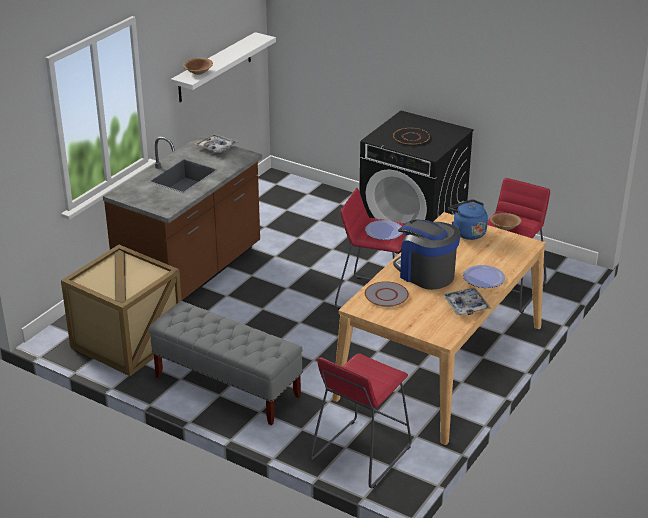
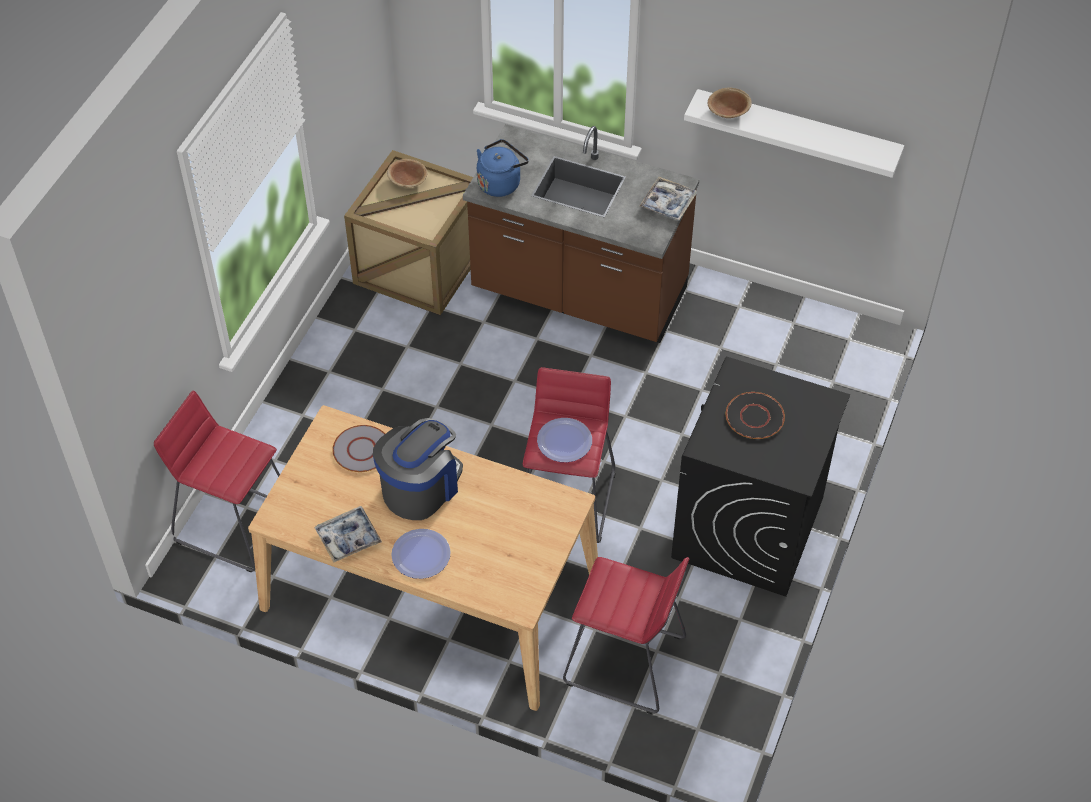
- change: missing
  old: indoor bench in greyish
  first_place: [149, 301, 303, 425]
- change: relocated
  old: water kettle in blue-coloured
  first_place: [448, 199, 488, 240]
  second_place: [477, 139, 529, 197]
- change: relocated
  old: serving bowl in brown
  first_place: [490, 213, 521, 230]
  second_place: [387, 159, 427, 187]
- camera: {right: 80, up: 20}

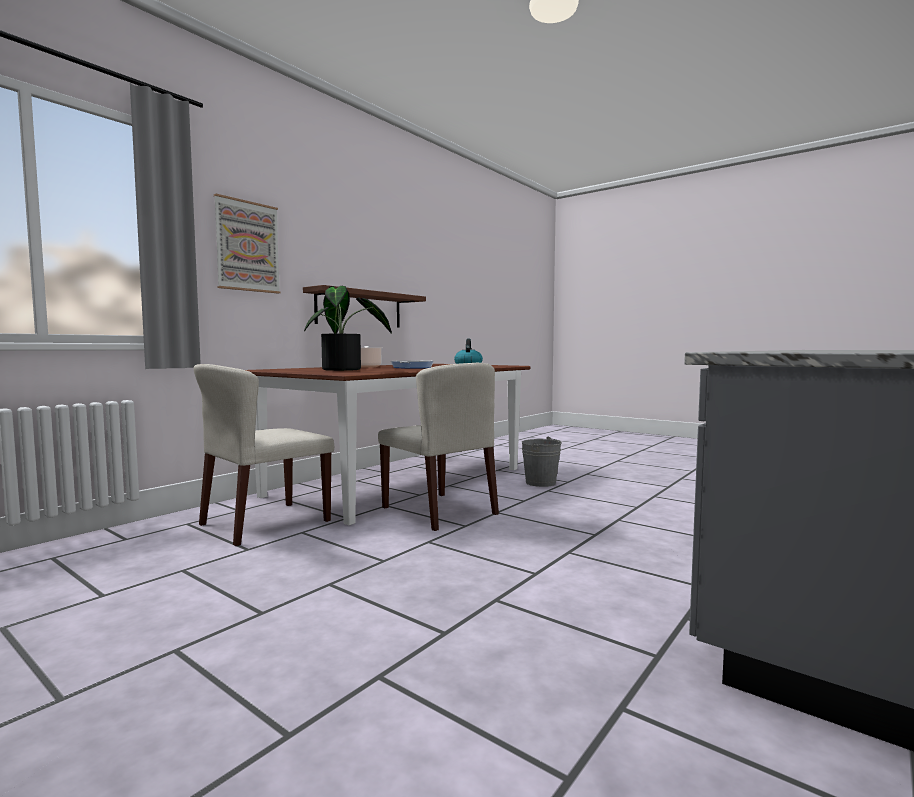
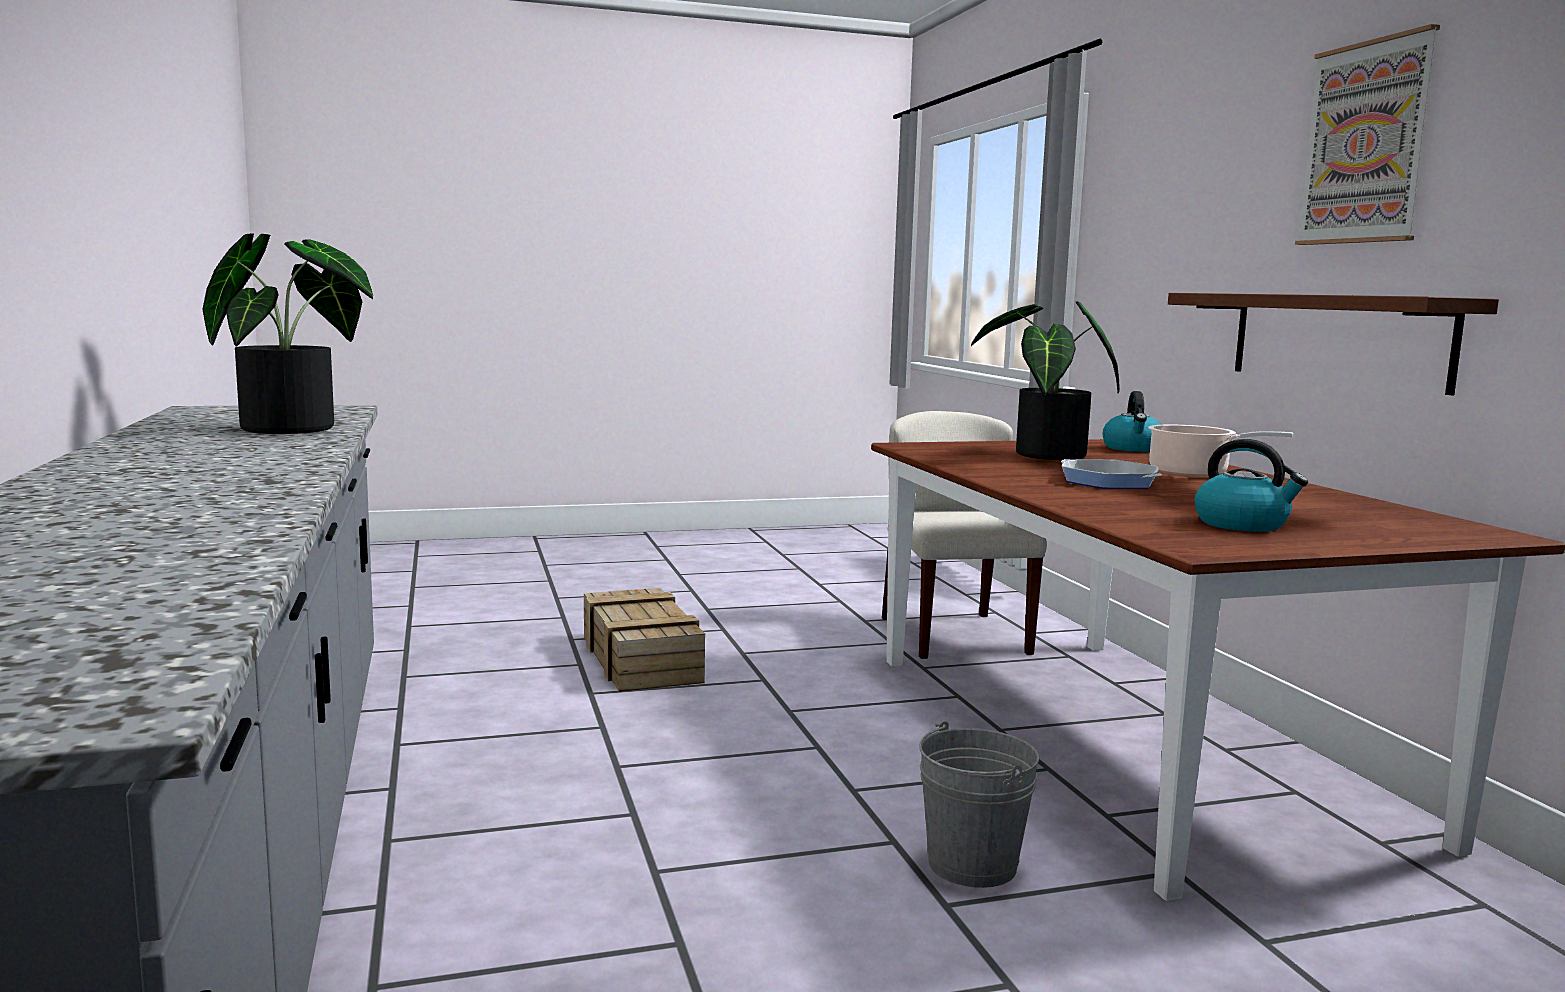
- change: relocated
  old: wall art
  first_place: [214, 194, 281, 293]
  second_place: [1295, 24, 1440, 245]
- change: missing
  old: chair in beige
  first_place: [378, 363, 499, 531]
- change: appeared
  new: houseplant
  second_place: [202, 233, 373, 434]
- change: appeared
  new: packing crate
  second_place: [584, 588, 705, 692]
- change: appeared
  new: water kettle
  second_place: [1103, 391, 1161, 452]
- camera: {right: 125, up: 5}

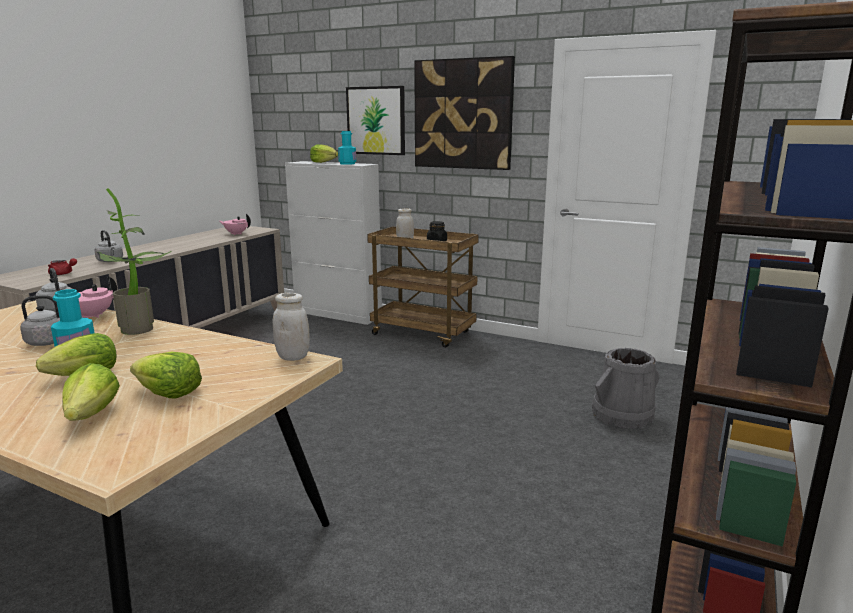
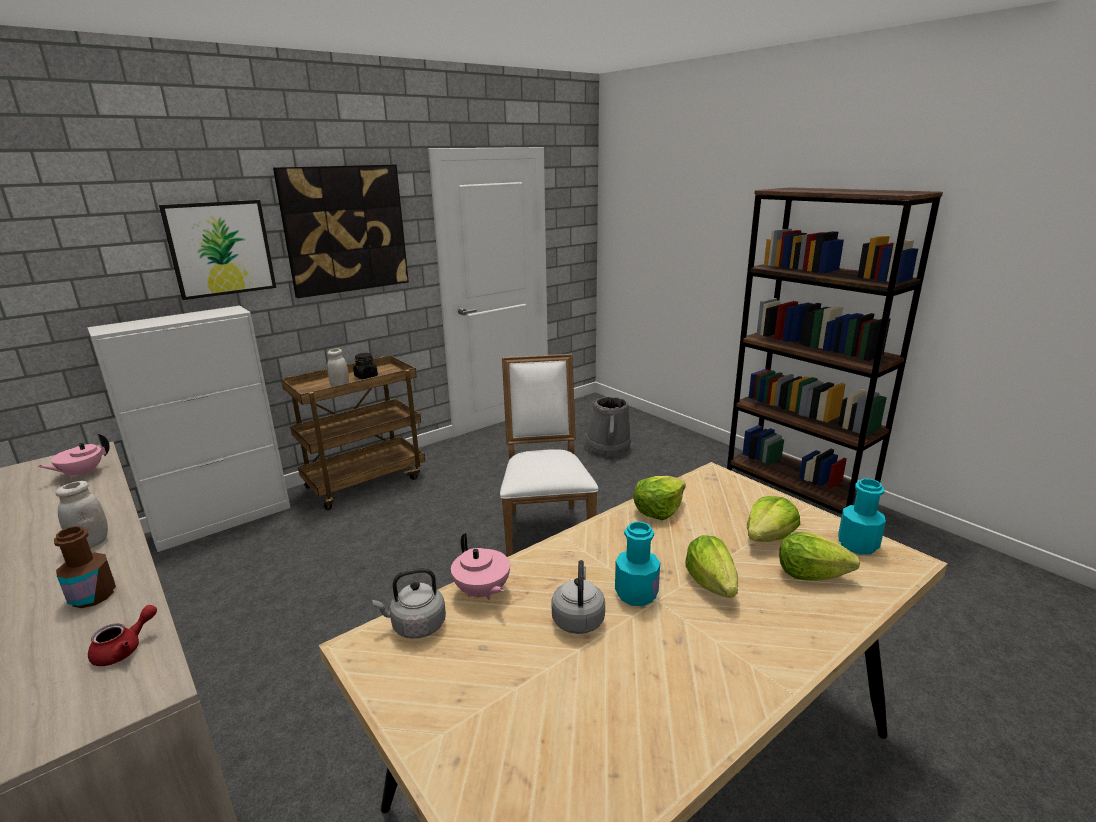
- change: exchanged
  old: water kettle in greyish
  new: beverage bottle in brown
  first_place: [94, 230, 123, 262]
  second_place: [54, 526, 116, 608]
- change: missing
  old: houseplant
  first_place: [97, 188, 172, 335]
- change: relocated
  old: jar in white
  first_place: [273, 293, 310, 361]
  second_place: [56, 481, 108, 548]
- change: relocated
  old: head of lettuce
  first_place: [310, 144, 338, 163]
  second_place: [633, 476, 686, 520]
- change: relocated
  old: beverage bottle in turquoise-coloured
  first_place: [338, 131, 356, 165]
  second_place: [838, 479, 886, 555]
- change: appeared
  new: chair in white
  second_place: [500, 354, 599, 557]
- camera: {right: -65, up: 5}

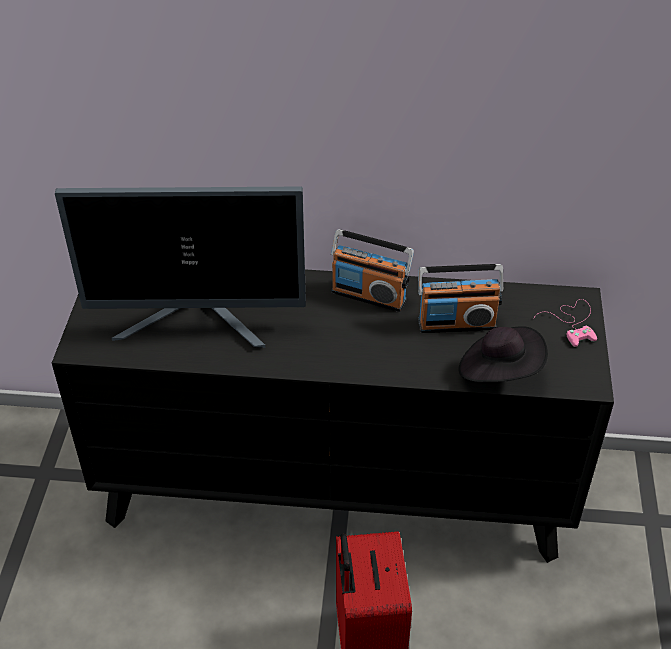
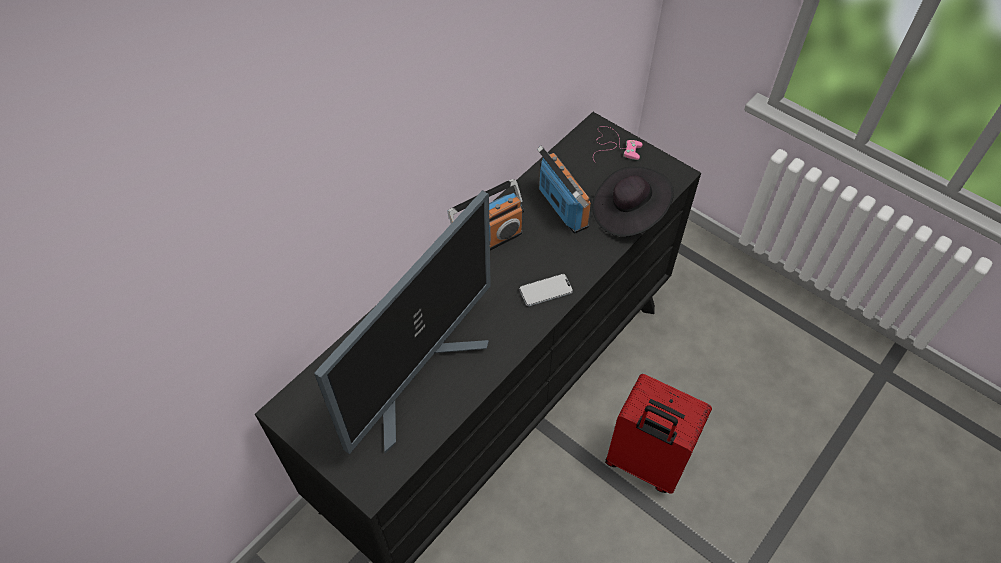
- change: spun
  old: radio receiver
  first_place: [418, 264, 504, 333]
  second_place: [537, 146, 591, 234]
  degrees: -60
- change: appeared
  new: telephone
  second_place: [519, 274, 573, 306]
- camera: {right: -55, up: 10}

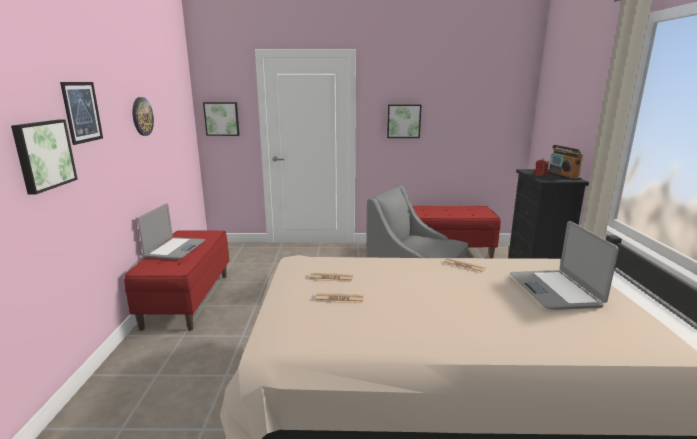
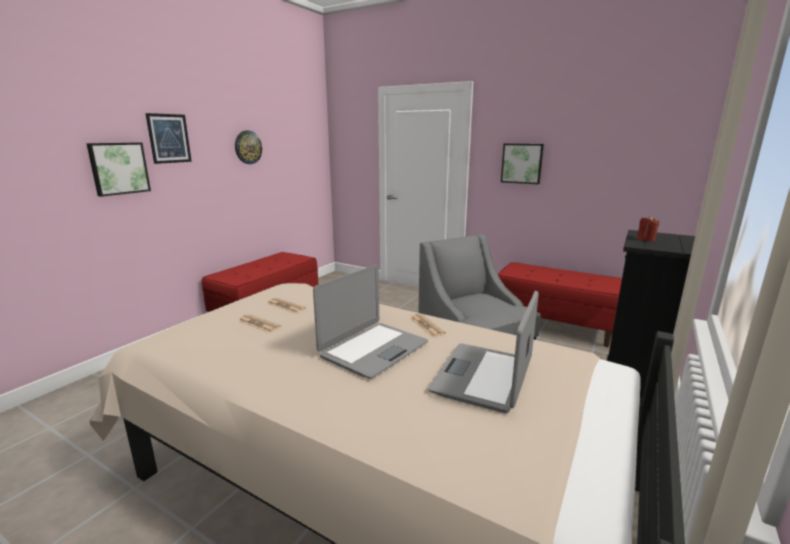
- change: relocated
  old: portable computer
  first_place: [138, 203, 205, 259]
  second_place: [313, 265, 428, 378]
- change: missing
  old: wall art
  first_place: [203, 102, 240, 136]
- change: missing
  old: radio receiver
  first_place: [547, 145, 583, 180]
- camera: {right: 30, up: 0}

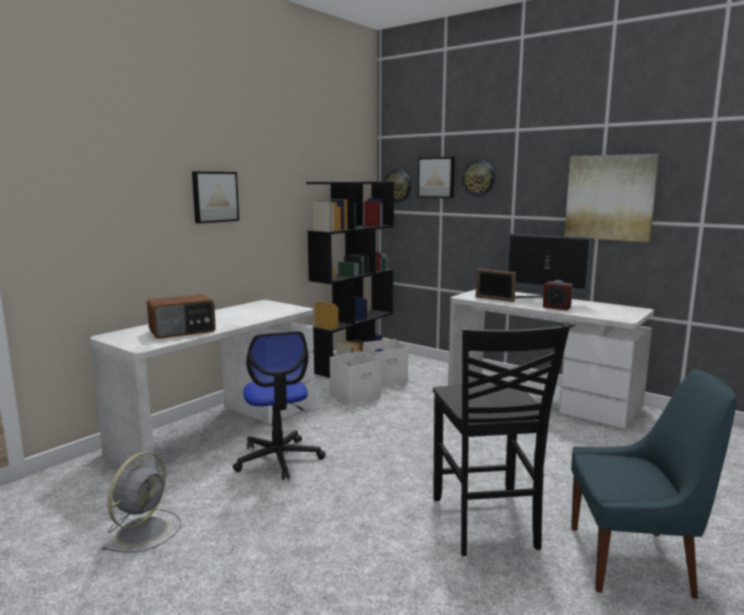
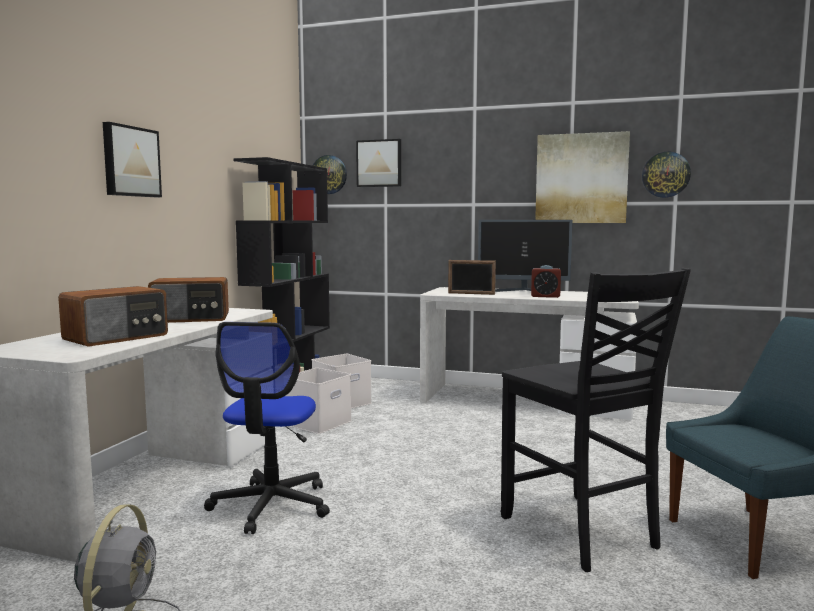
- change: spun
  old: desk chair
  first_place: [233, 331, 325, 480]
  second_place: [204, 322, 330, 534]
  degrees: 45
- change: relocated
  old: hanging clock
  first_place: [462, 160, 495, 196]
  second_place: [642, 152, 691, 198]
- change: appeared
  new: radio receiver
  second_place: [148, 277, 229, 323]
- camera: {right: -20, up: -5}

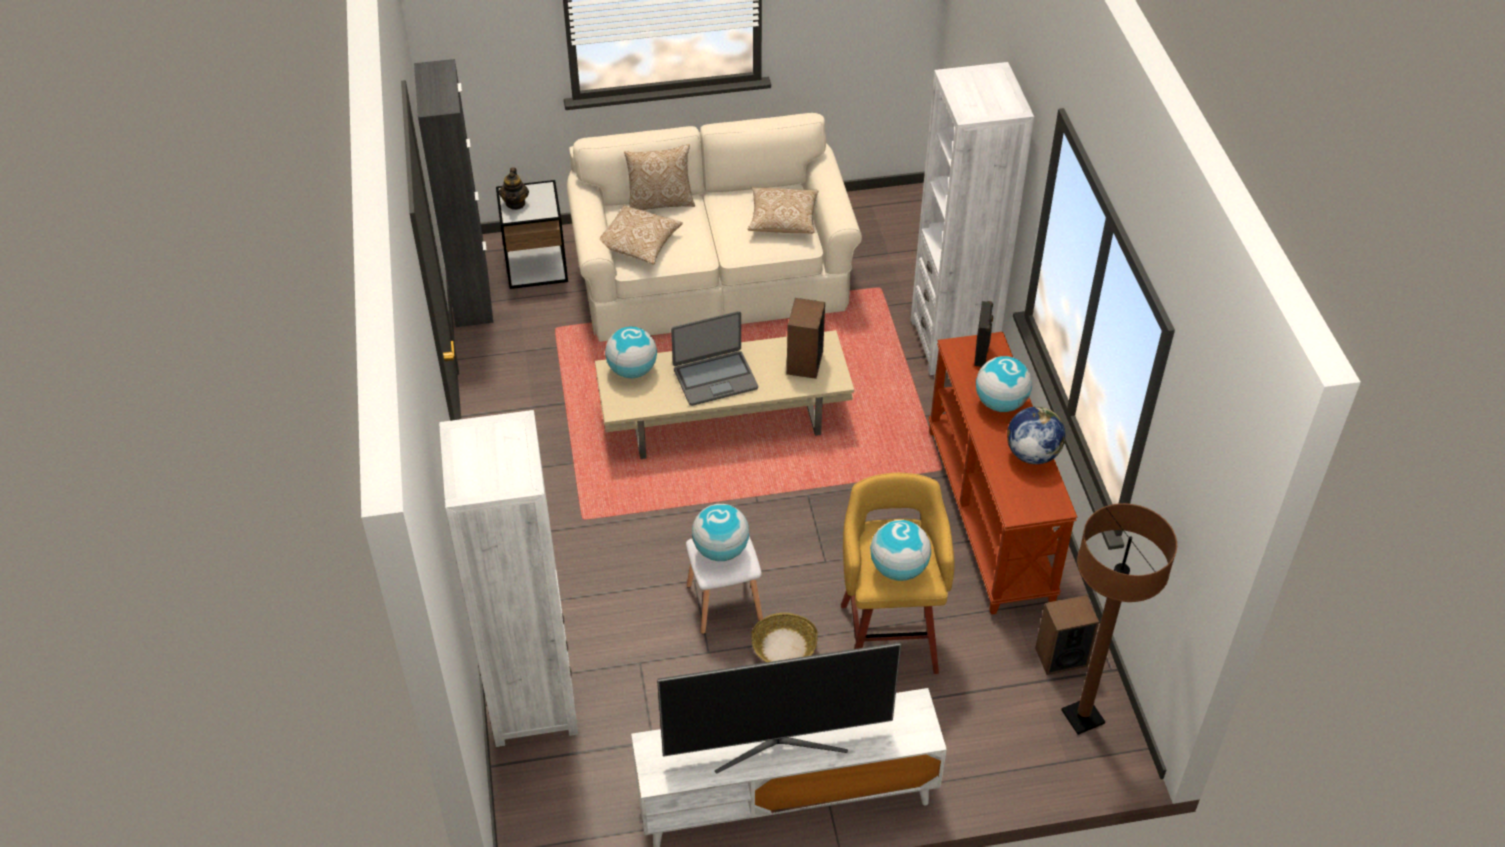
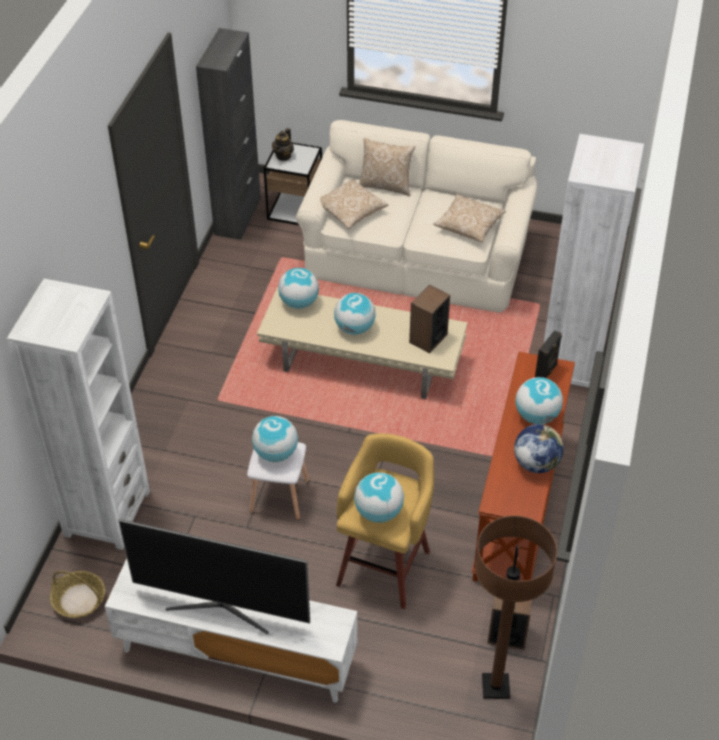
- change: exchanged
  old: portable computer
  new: desk globe
  first_place: [671, 311, 758, 406]
  second_place: [334, 293, 376, 335]
- change: relocated
  old: household basket
  first_place: [752, 613, 818, 662]
  second_place: [50, 571, 105, 618]
- camera: {right: 25, up: 0}

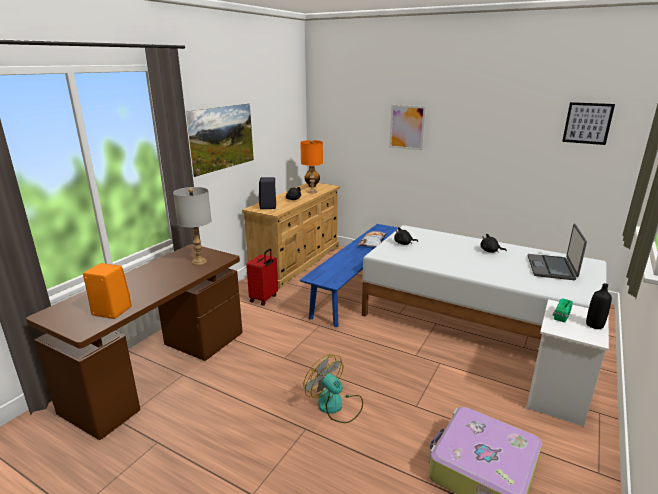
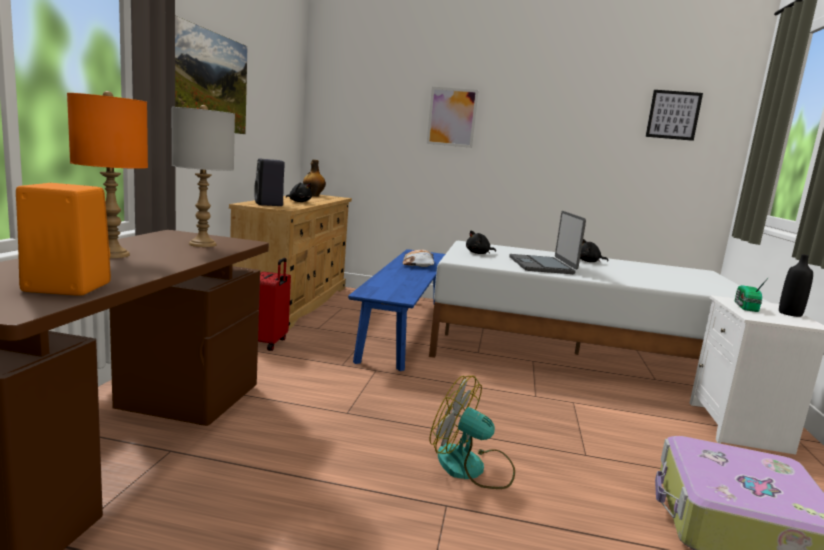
- change: relocated
  old: tabletop lamp in orange
  first_place: [300, 140, 323, 193]
  second_place: [67, 91, 148, 258]
- change: relocated
  old: portable computer
  first_place: [528, 224, 587, 280]
  second_place: [509, 211, 586, 274]
- camera: {right: -20, up: -10}

